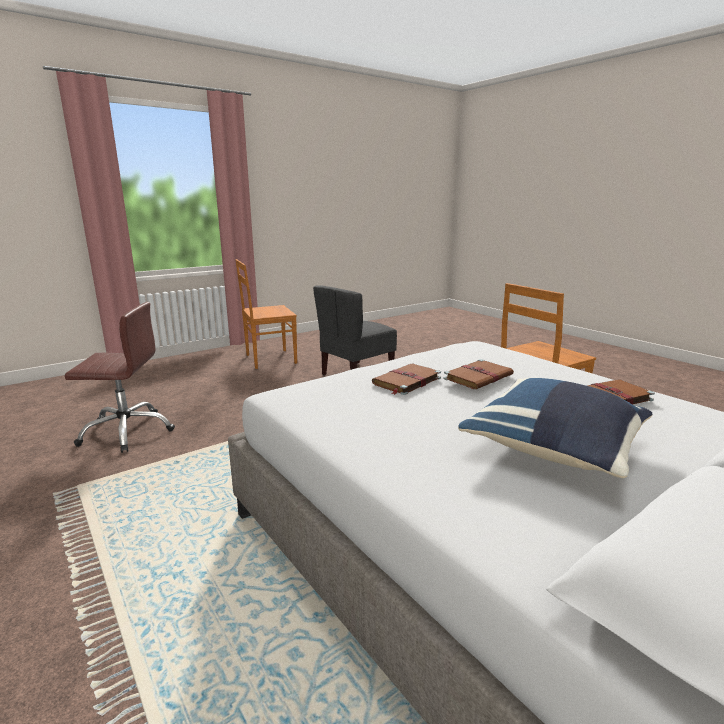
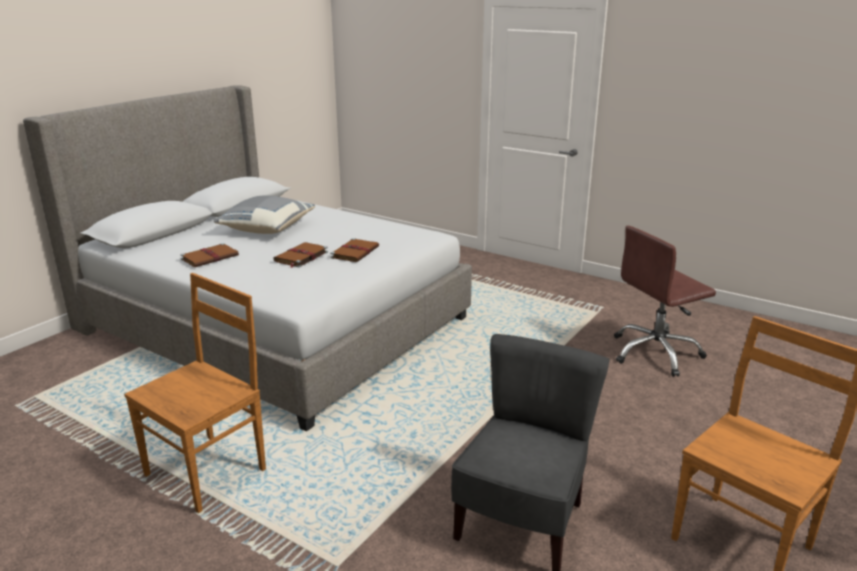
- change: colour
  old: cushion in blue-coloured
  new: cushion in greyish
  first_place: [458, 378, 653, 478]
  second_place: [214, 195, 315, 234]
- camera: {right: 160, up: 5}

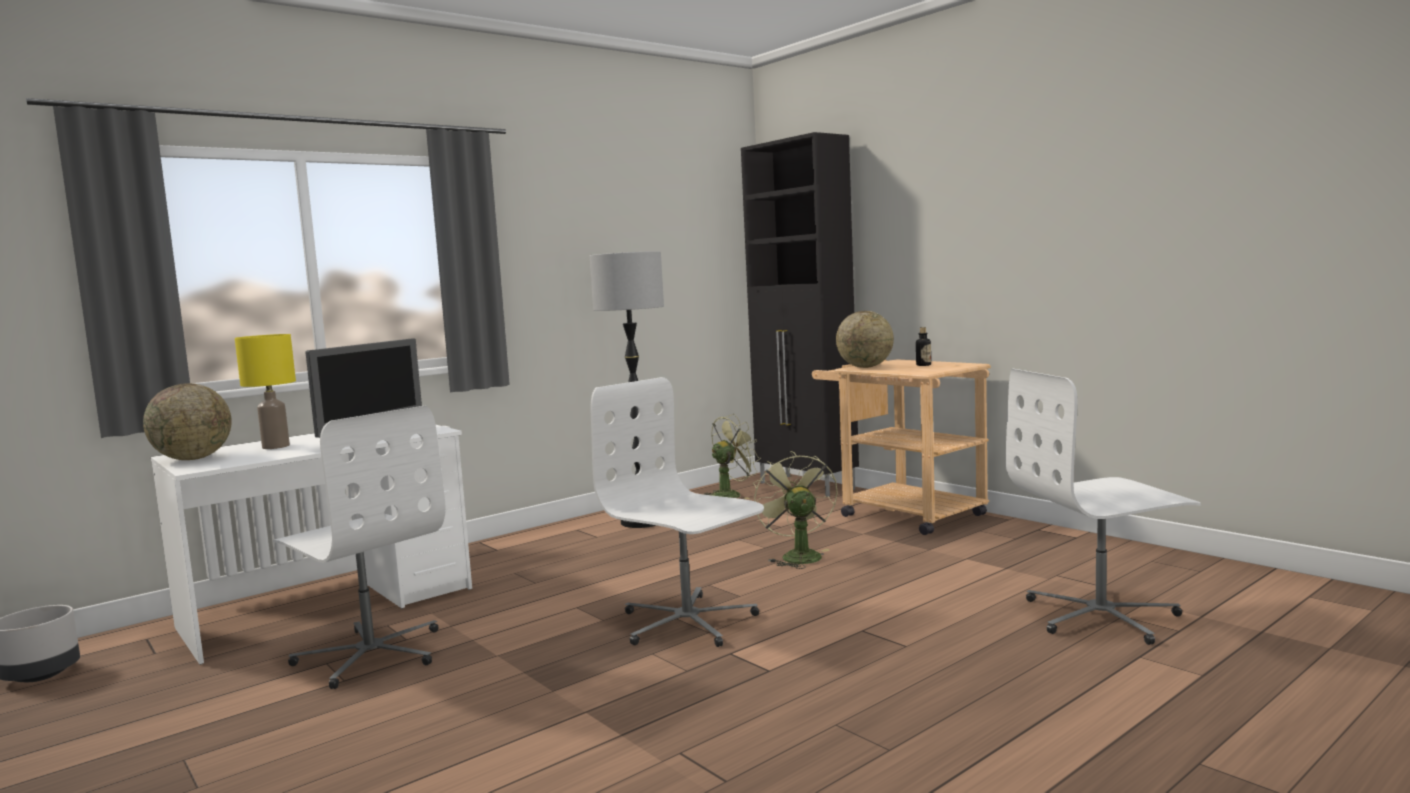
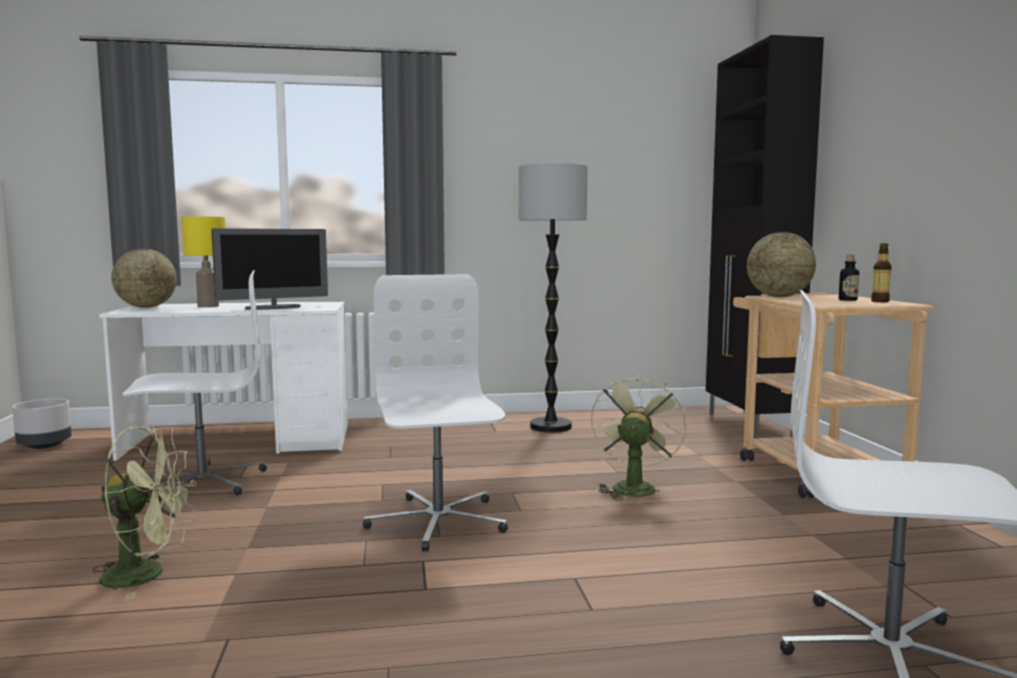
- change: spun
  old: desk chair in white
  first_place: [273, 406, 446, 689]
  second_place: [123, 270, 267, 502]
  degrees: -90
- change: relocated
  old: fan in greenish
  first_place: [704, 414, 761, 499]
  second_place: [92, 425, 196, 600]
- change: appeared
  new: beverage bottle
  second_place: [871, 243, 892, 302]
- camera: {right: 30, up: 0}

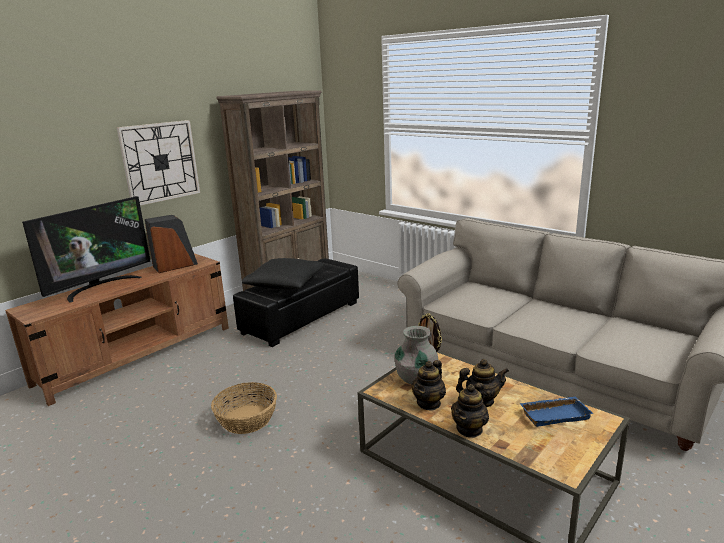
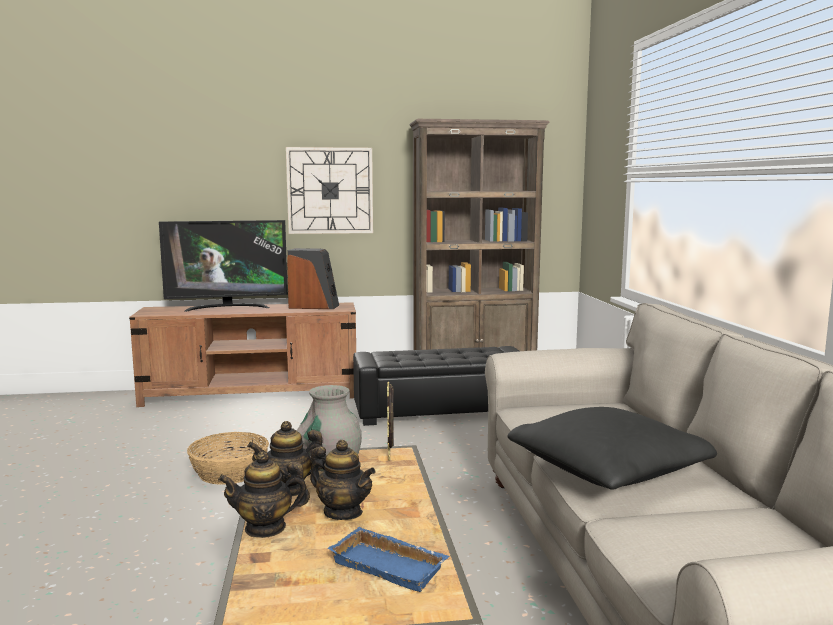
- change: relocated
  old: cushion in black-coloured
  first_place: [242, 258, 324, 290]
  second_place: [508, 407, 717, 490]
- camera: {right: 40, up: -10}

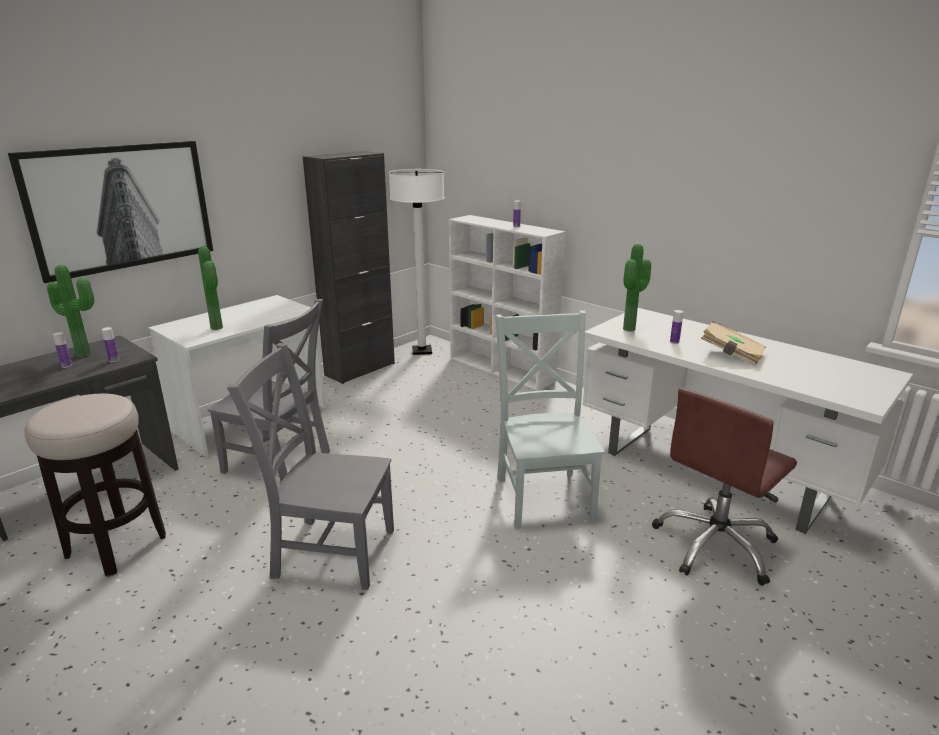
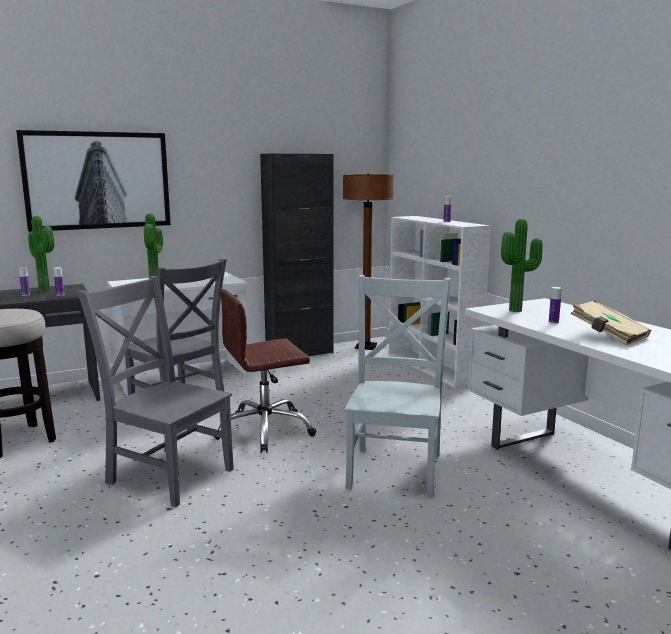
- change: colour
  old: floor lamp in white
  new: floor lamp in brown
  first_place: [389, 169, 444, 355]
  second_place: [343, 174, 394, 350]
- change: relocated
  old: desk chair in brown
  first_place: [652, 388, 797, 586]
  second_place: [215, 289, 316, 453]
- camera: {right: 20, up: -10}

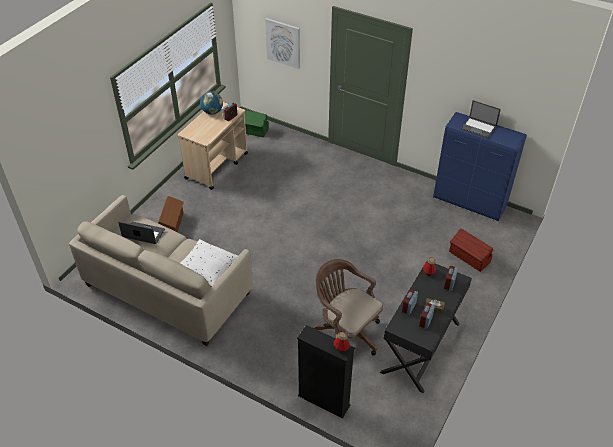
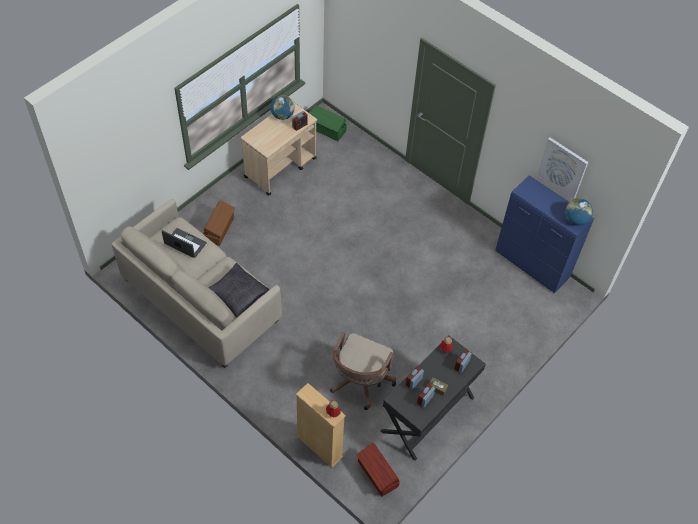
- change: colour
  old: cushion in white
  new: cushion in black-coloured
  first_place: [180, 239, 238, 287]
  second_place: [208, 263, 270, 318]
- change: relocated
  old: wall art
  first_place: [265, 18, 300, 69]
  second_place: [537, 137, 588, 199]
- change: colour
  old: shelving unit in black-coloured
  new: shelving unit in beige
  first_place: [297, 325, 355, 419]
  second_place: [296, 383, 346, 467]
- change: spun
  old: desk chair in brown
  first_place: [314, 259, 383, 355]
  second_place: [330, 332, 396, 410]
  degrees: -120
- change: relocated
  old: storage container in brown
  first_place: [449, 228, 493, 272]
  second_place: [357, 443, 400, 497]
- change: missing
  old: portable computer
  first_place: [461, 100, 501, 139]
- change: appeared
  new: desk globe
  second_place: [565, 198, 593, 226]
- camera: {right: 10, up: 10}

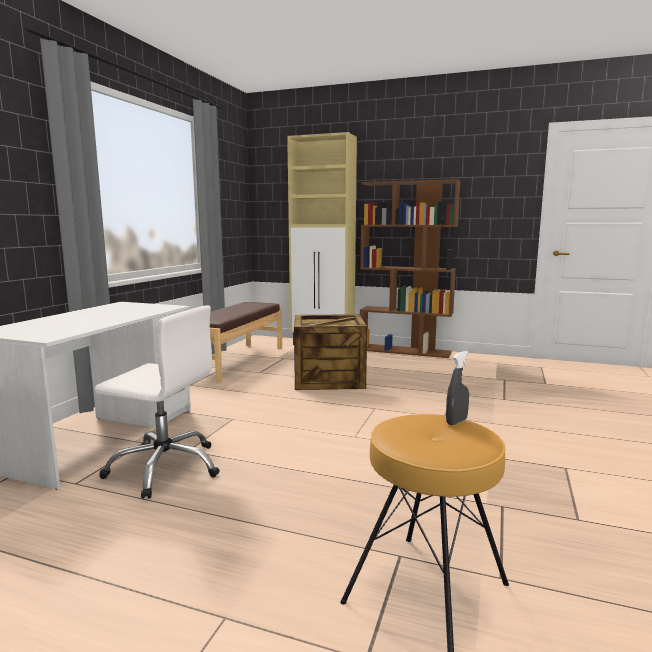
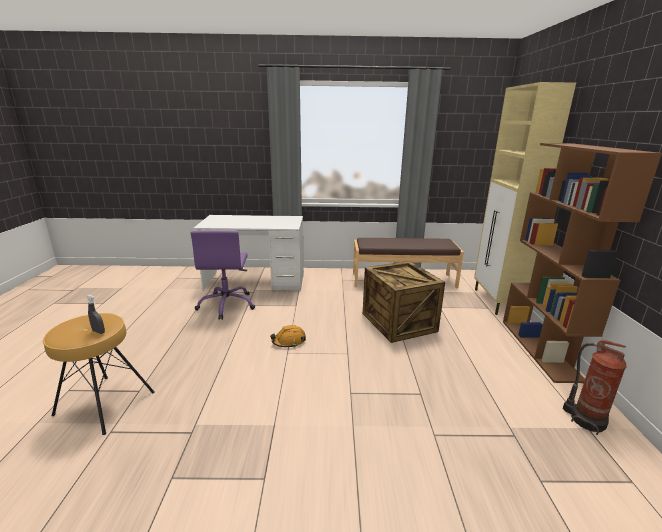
- change: colour
  old: desk chair in white
  new: desk chair in purple
  first_place: [94, 305, 219, 499]
  second_place: [191, 231, 256, 320]
- change: appeared
  new: hard hat in orange
  second_place: [270, 325, 306, 348]
- change: appeared
  new: fire-fighting cylinder
  second_place: [563, 340, 626, 435]
- camera: {right: 70, up: 10}

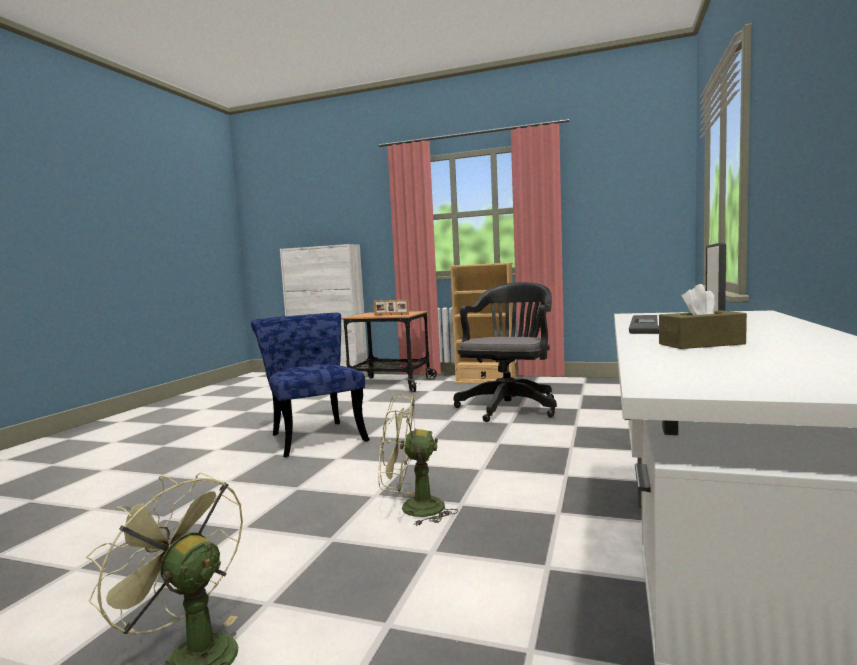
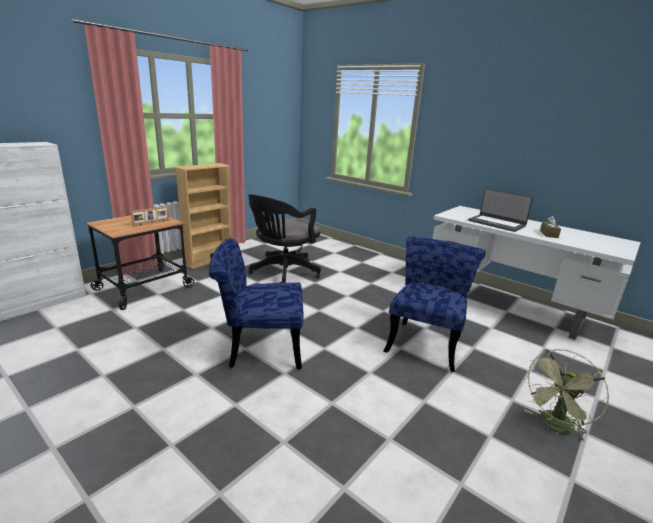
- change: exchanged
  old: fan in greenish
  new: chair in blue-coloured
  first_place: [378, 394, 458, 526]
  second_place: [384, 236, 486, 372]
- change: spun
  old: desk chair in black-coloured
  first_place: [454, 282, 557, 422]
  second_place: [248, 194, 321, 283]
  degrees: -105
- camera: {right: -70, up: 15}

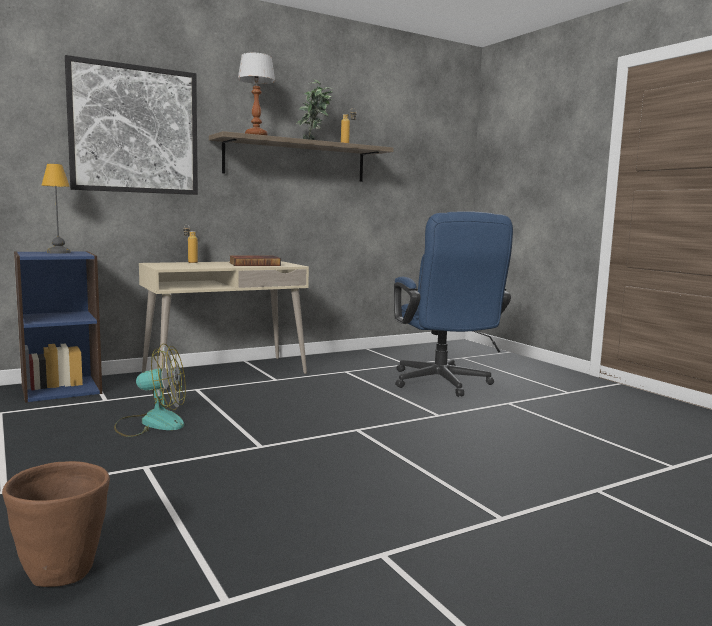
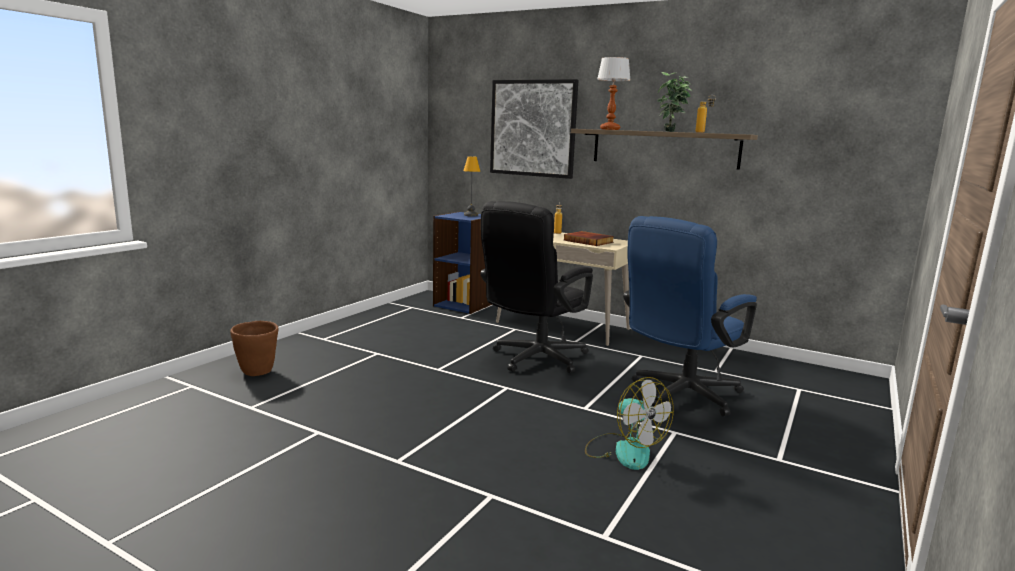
- change: relocated
  old: fan
  first_place: [114, 343, 186, 437]
  second_place: [585, 377, 674, 470]
- change: appeared
  new: desk chair in black-coloured
  second_place: [480, 201, 593, 373]
- camera: {right: 60, up: 5}

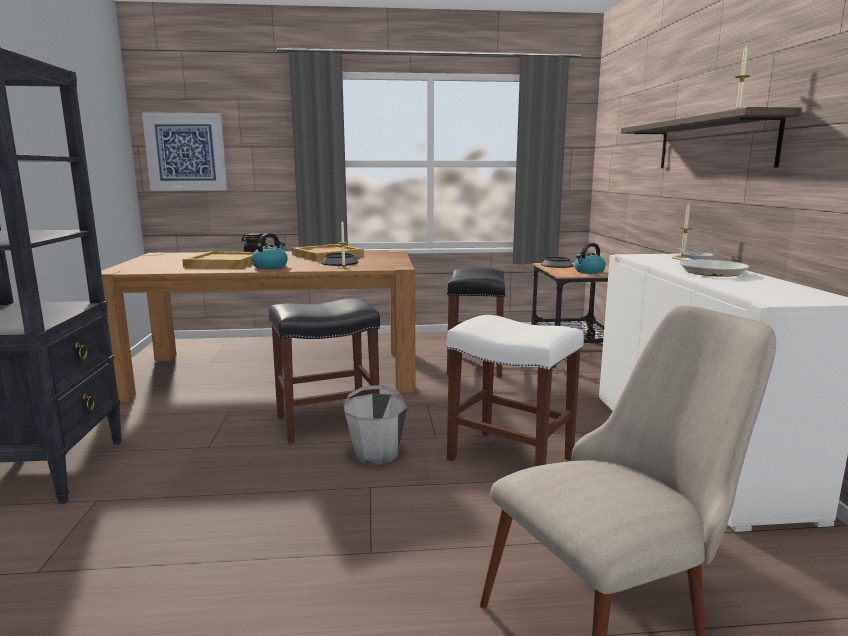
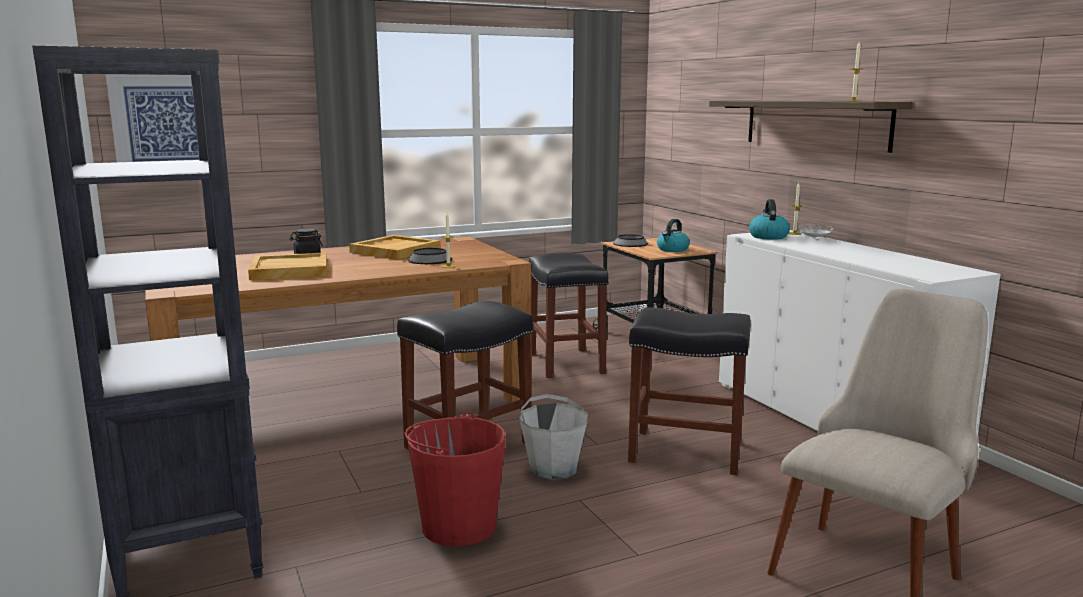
- change: relocated
  old: water kettle
  first_place: [251, 233, 288, 269]
  second_place: [749, 199, 790, 240]
- change: colour
  old: stool seat in white
  new: stool seat in black-coloured
  first_place: [447, 315, 584, 466]
  second_place: [628, 307, 751, 475]
- change: missing
  old: pan
  first_place: [672, 256, 749, 277]
- change: appeared
  new: bucket in red
  second_place: [404, 412, 506, 546]
- camera: {right: -20, up: 0}

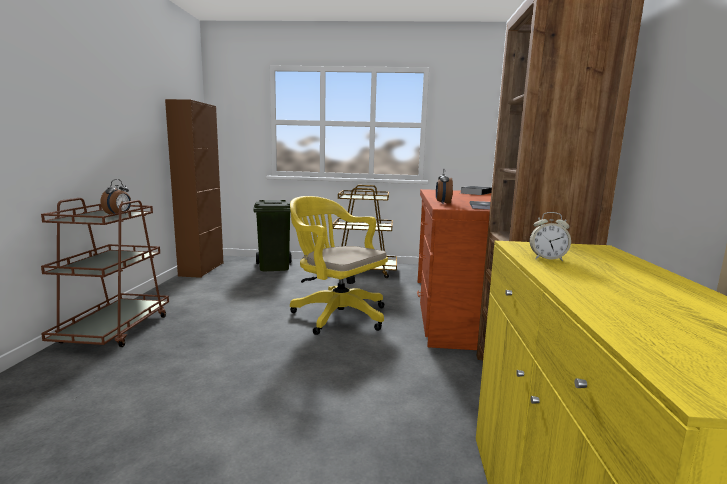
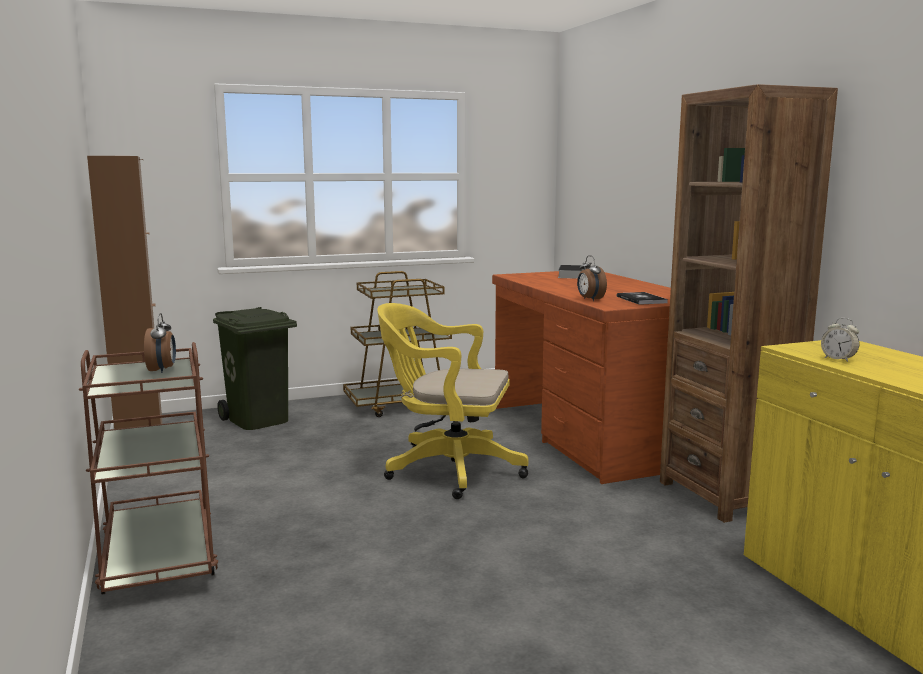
- change: spun
  old: alarm clock
  first_place: [530, 212, 571, 261]
  second_place: [821, 318, 860, 362]
  degrees: 60
- camera: {right: -25, up: 0}

